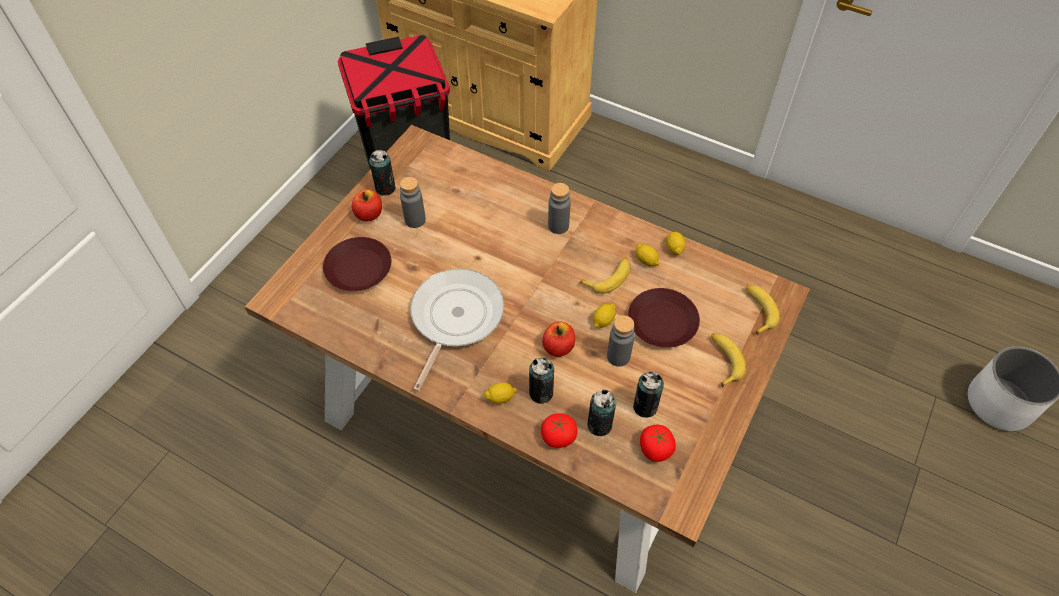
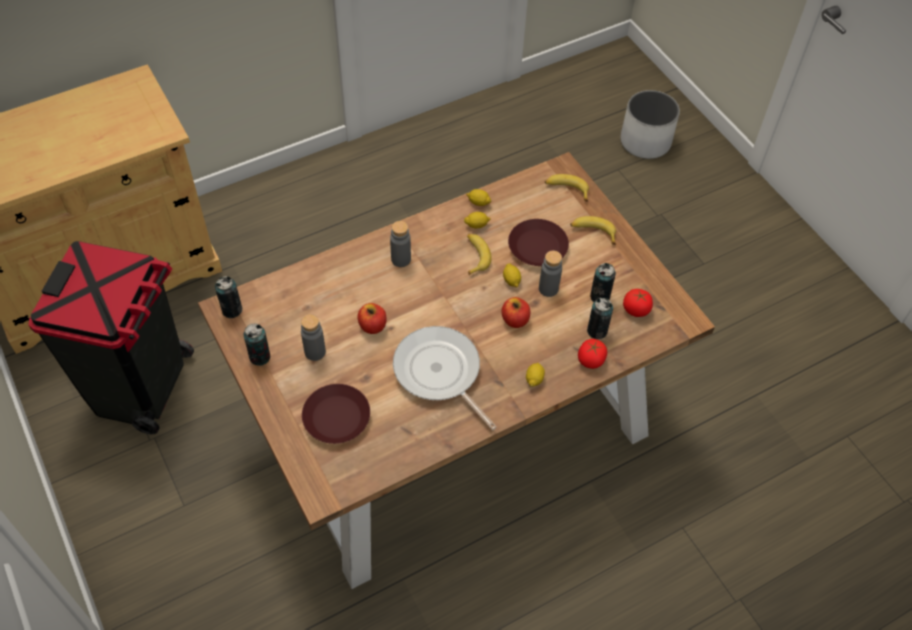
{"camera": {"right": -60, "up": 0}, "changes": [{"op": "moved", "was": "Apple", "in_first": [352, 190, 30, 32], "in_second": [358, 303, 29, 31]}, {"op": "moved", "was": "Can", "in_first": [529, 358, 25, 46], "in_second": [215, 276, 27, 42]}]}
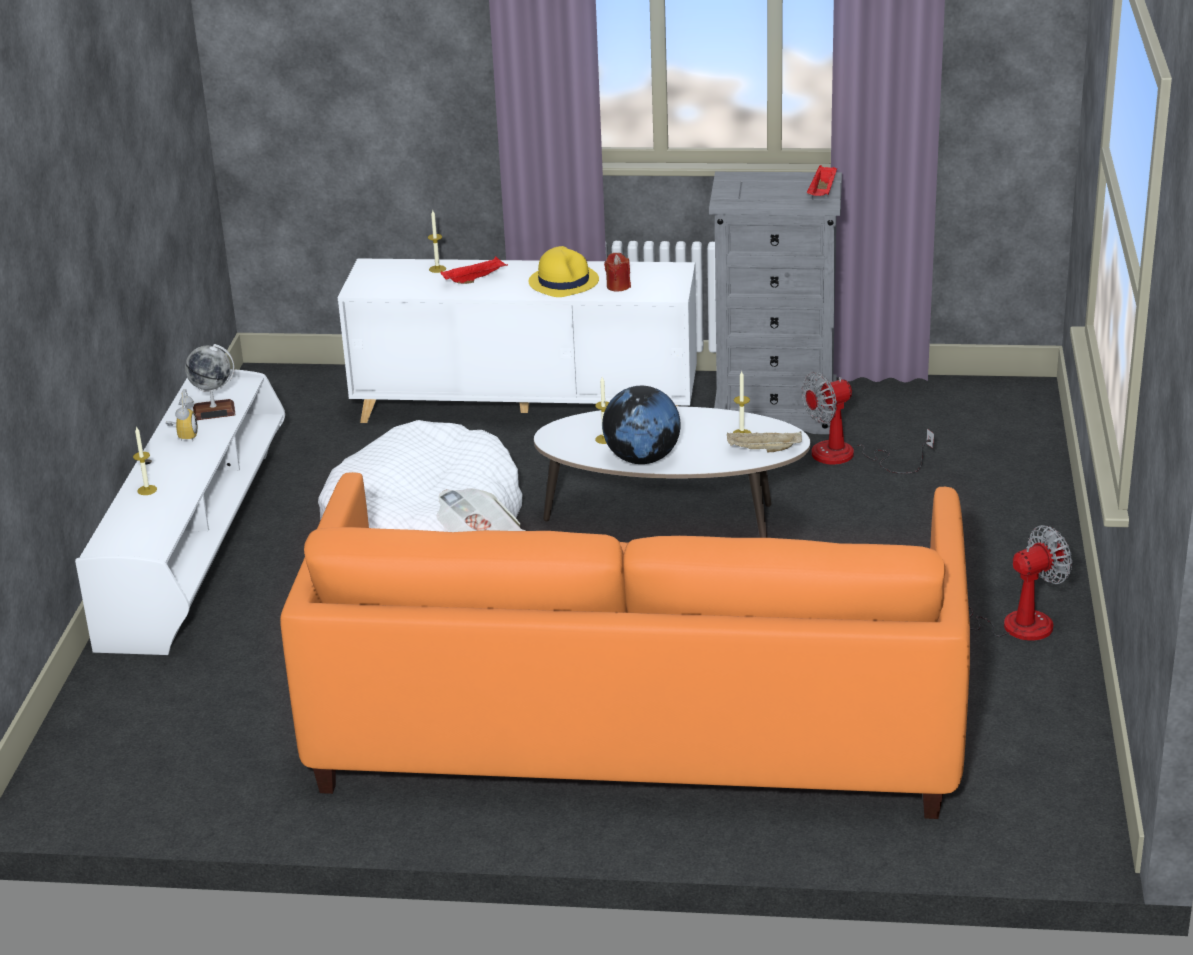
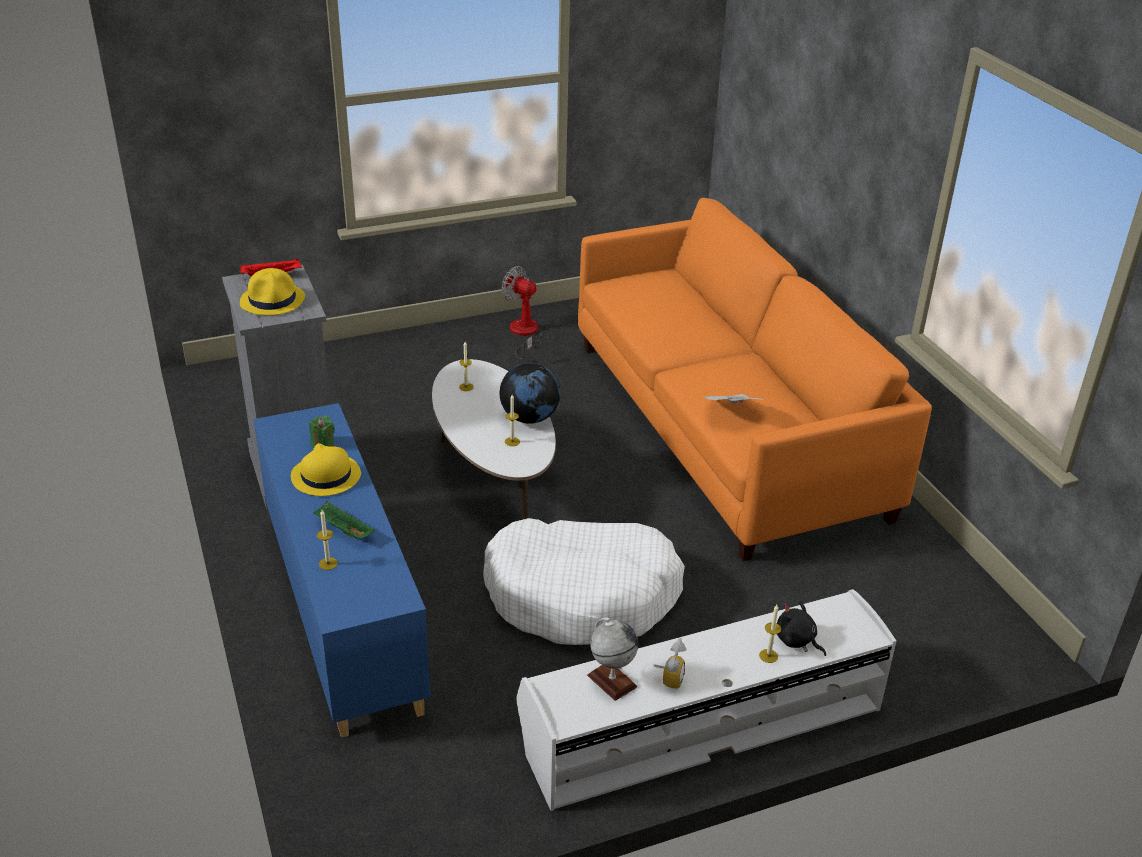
{"camera": {"right": -120, "up": 5}, "changes": [{"op": "recoloured", "was": "RedCandle", "now": "GreenCandle", "in_first": [604, 253, 27, 39], "in_second": [309, 416, 26, 32]}, {"op": "recoloured", "was": "RedTray", "now": "GreenTray", "in_first": [440, 257, 68, 27], "in_second": [313, 501, 62, 38]}, {"op": "recoloured", "was": "WhiteCabinet", "now": "BlueCabinet", "in_first": [338, 258, 359, 165], "in_second": [254, 403, 177, 335]}, {"op": "removed", "was": "Fan", "in_first": [801, 372, 133, 102]}, {"op": "turned", "was": "AlarmClock", "in_first": [166, 389, 32, 52], "in_second": [653, 638, 34, 51], "clockwise": 135}, {"op": "removed", "was": "BeigeTray", "in_first": [727, 431, 75, 21]}, {"op": "added", "now": "YellowHat", "in_second": [240, 268, 65, 47]}, {"op": "added", "now": "BlackPlushToy", "in_second": [777, 601, 49, 55]}]}
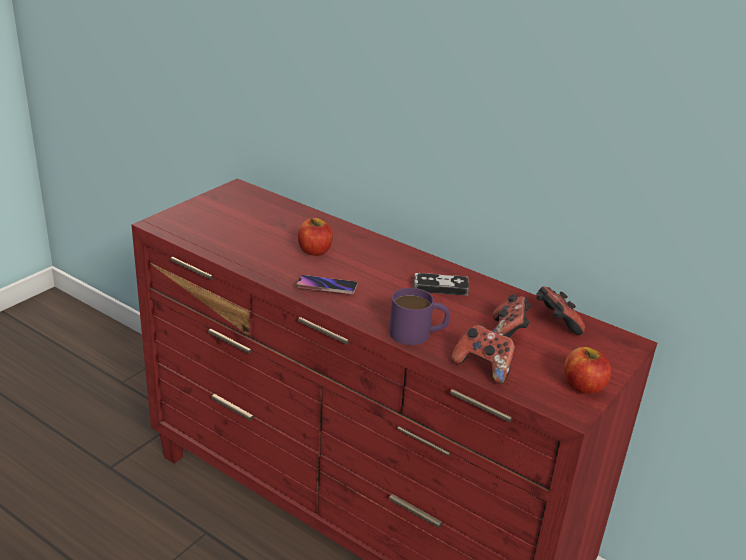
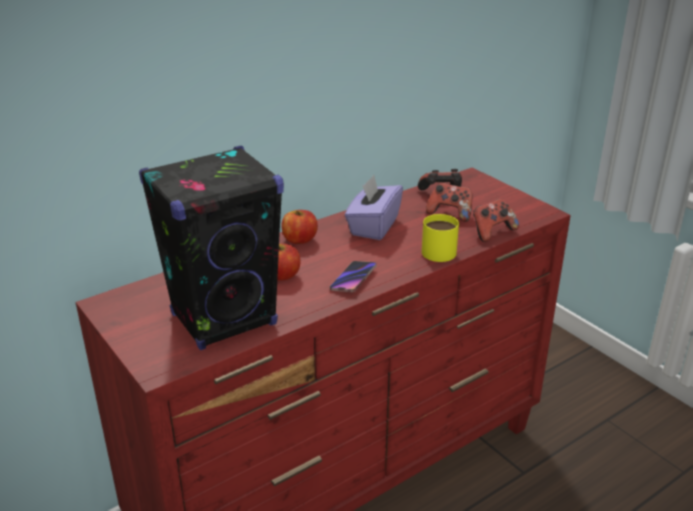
{"camera": {"right": -70, "up": 0}, "changes": [{"op": "replaced", "was": "GameController", "now": "PurpleTissueBox", "in_first": [414, 273, 55, 23], "in_second": [345, 175, 58, 65]}, {"op": "recoloured", "was": "PurpleMug", "now": "YellowMug", "in_first": [389, 288, 61, 57], "in_second": [422, 214, 37, 48]}, {"op": "moved", "was": "Apple", "in_first": [564, 347, 47, 47], "in_second": [281, 210, 37, 34]}, {"op": "added", "now": "BlackSpeaker", "in_second": [139, 146, 145, 204]}]}
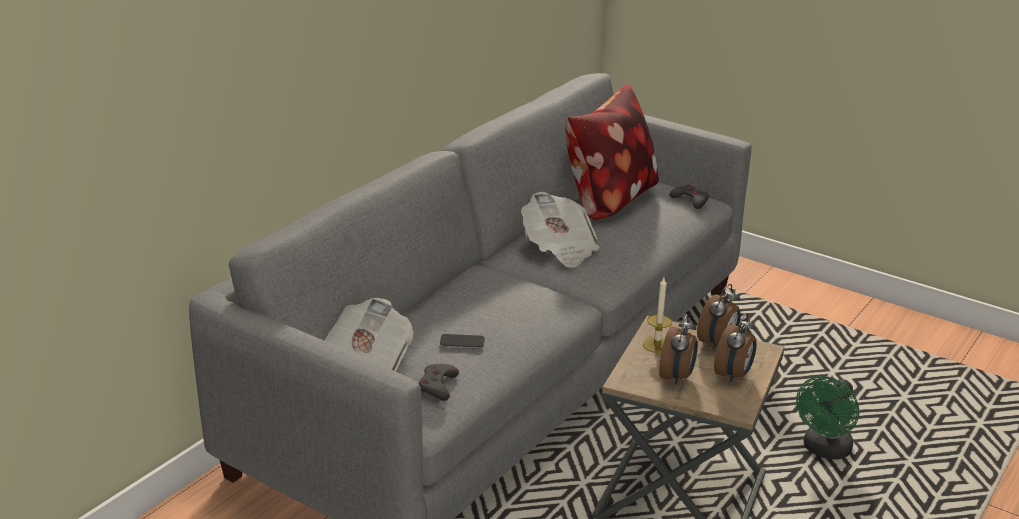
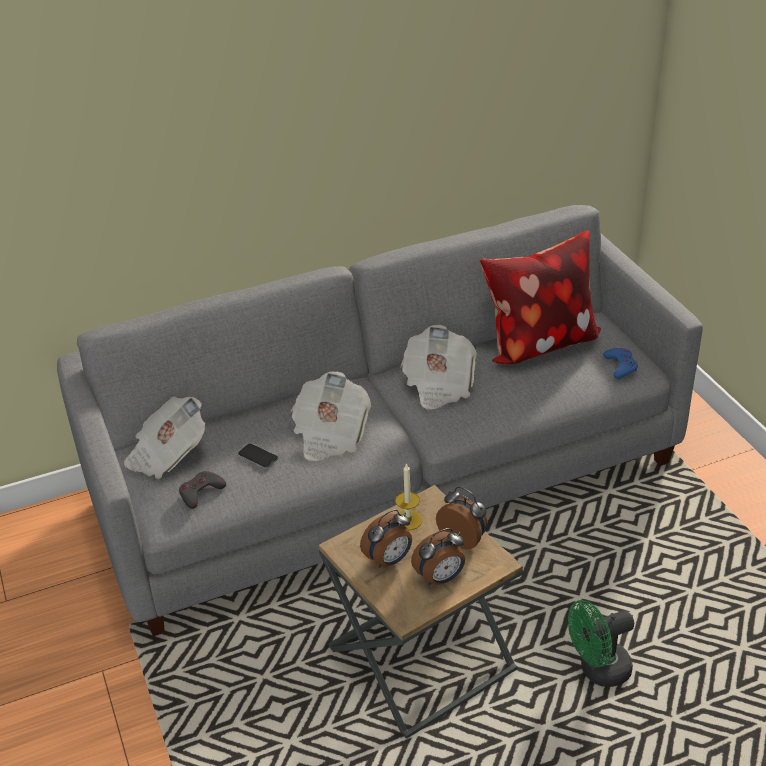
{"camera": {"right": 35, "up": 10}, "changes": [{"op": "recoloured", "was": "GreyGameController", "now": "BlueGameController", "in_first": [669, 185, 40, 24], "in_second": [603, 348, 35, 31]}, {"op": "turned", "was": "AlarmClock", "in_first": [697, 284, 44, 66], "in_second": [436, 487, 51, 63], "clockwise": -120}, {"op": "added", "now": "Newspaper", "in_second": [291, 371, 80, 90]}]}
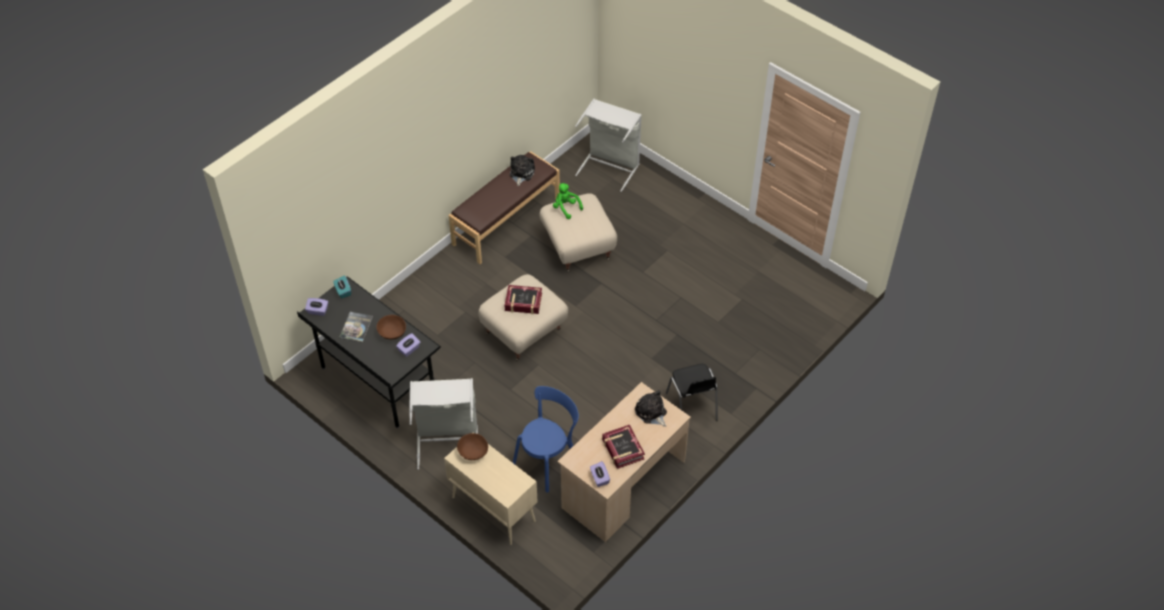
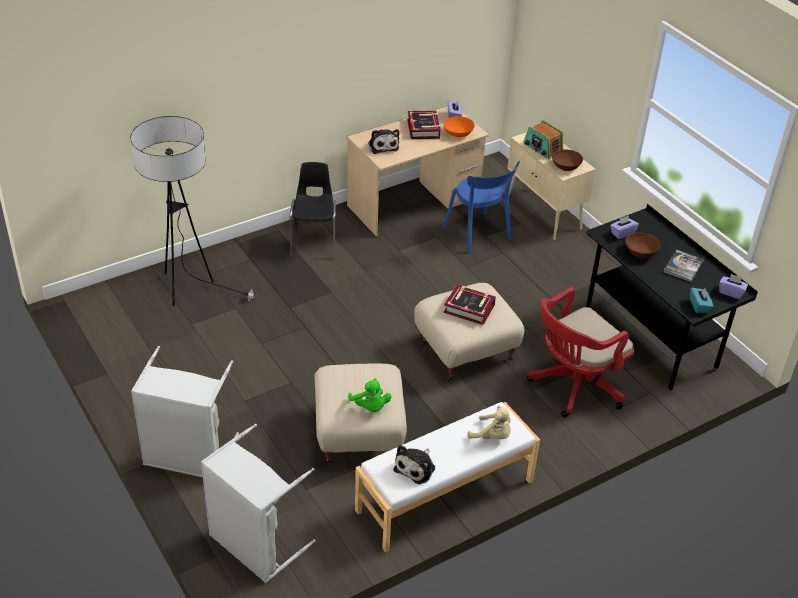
{"camera": {"right": -165, "up": -10}, "changes": [{"op": "recoloured", "was": "BrownBench", "now": "WhiteBench", "in_first": [448, 151, 112, 113], "in_second": [355, 402, 185, 151]}, {"op": "moved", "was": "GreyLaundryBasket", "in_first": [409, 378, 69, 92], "in_second": [131, 346, 108, 131]}, {"op": "turned", "was": "BlueChair", "in_first": [513, 386, 66, 107], "in_second": [443, 161, 77, 93], "clockwise": -90}, {"op": "added", "now": "FloorLamp", "in_second": [131, 116, 126, 190]}, {"op": "added", "now": "OrangeBowl", "in_second": [444, 116, 31, 21]}, {"op": "added", "now": "Radio", "in_second": [523, 120, 40, 39]}, {"op": "added", "now": "RedOfficeChair", "in_second": [527, 287, 107, 131]}, {"op": "added", "now": "BeigePlushToy", "in_second": [468, 406, 43, 33]}]}
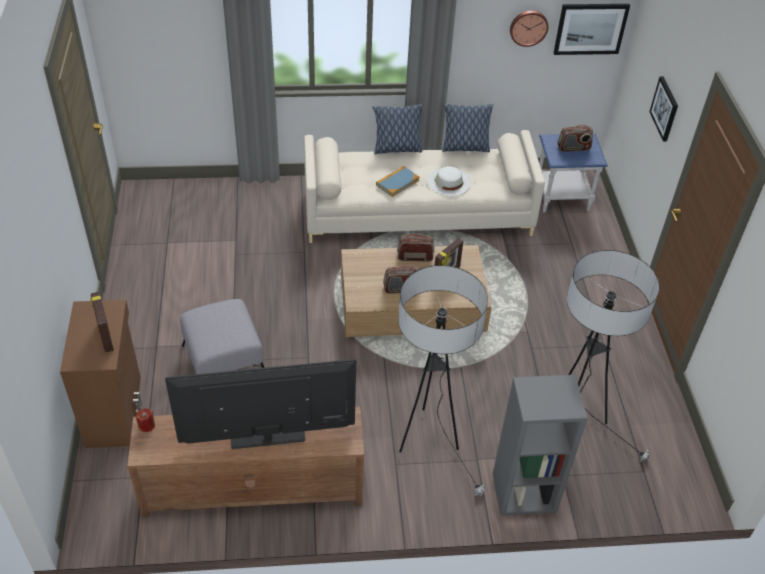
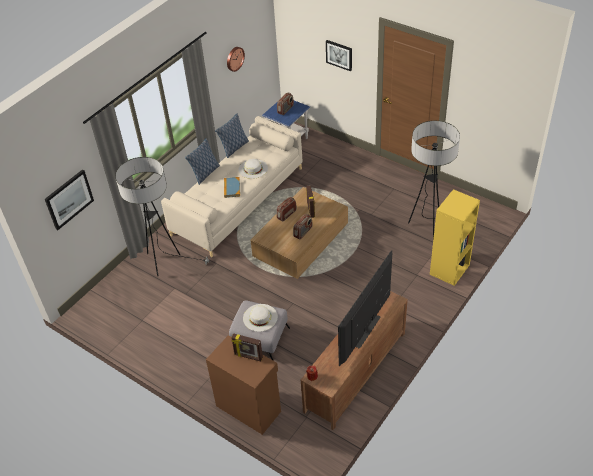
{"camera": {"right": -45, "up": 0}, "changes": [{"op": "moved", "was": "Picture", "in_first": [554, 4, 76, 51], "in_second": [45, 169, 49, 61]}, {"op": "moved", "was": "FloorLamp", "in_first": [399, 265, 89, 232], "in_second": [115, 157, 96, 119]}, {"op": "recoloured", "was": "GreyBookcase", "now": "YellowBookcase", "in_first": [493, 375, 94, 141], "in_second": [430, 189, 50, 97]}, {"op": "added", "now": "WhiteHat", "in_second": [243, 304, 35, 28]}]}
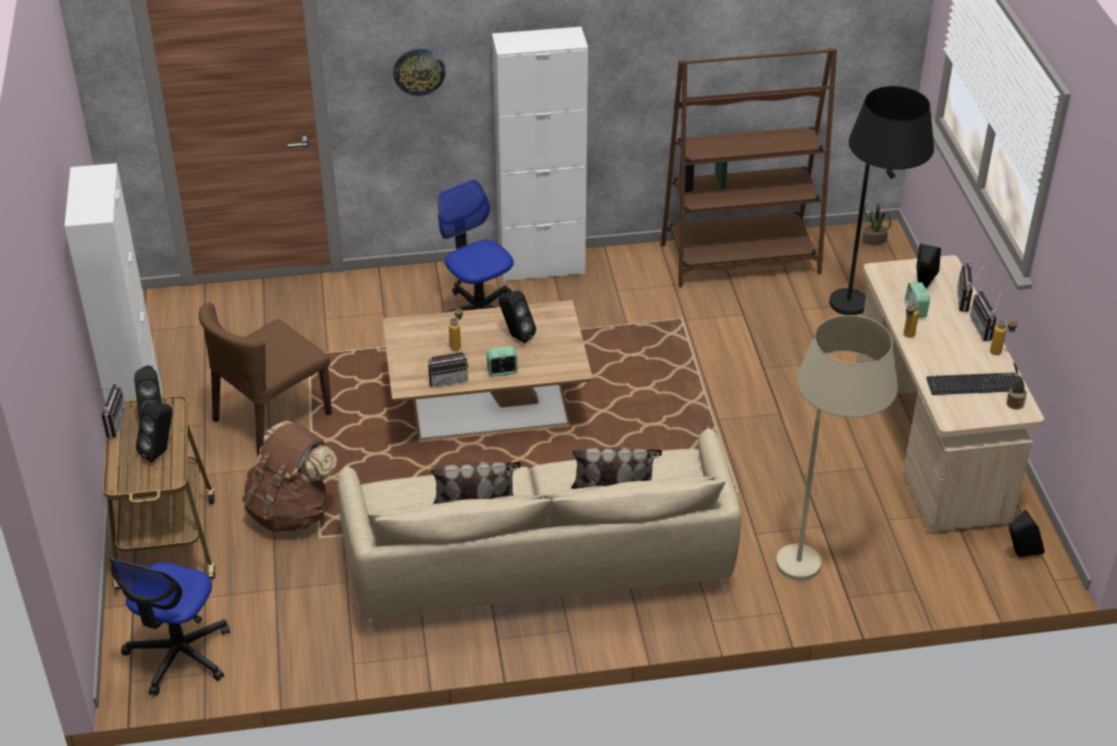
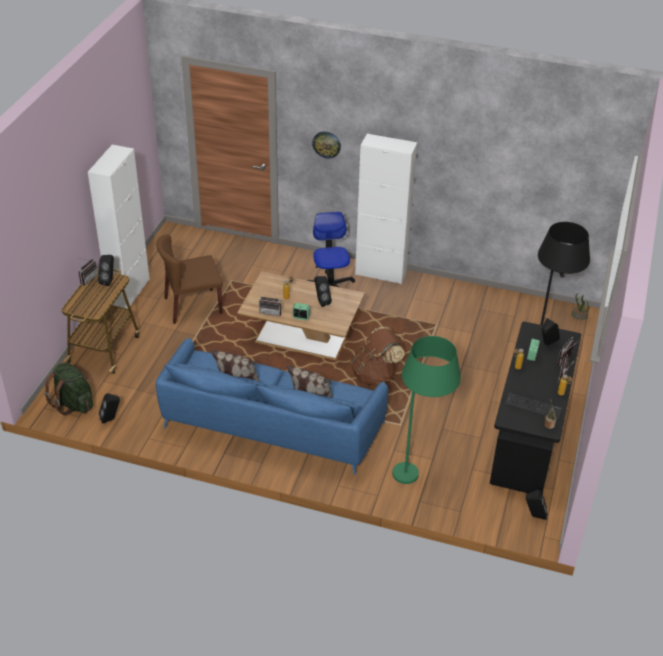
{"camera": {"right": 25, "up": 0}, "changes": [{"op": "removed", "was": "BrownBookcase", "in_first": [661, 48, 176, 239]}, {"op": "recoloured", "was": "BeigeDesk", "now": "BlackDesk", "in_first": [856, 255, 188, 277], "in_second": [490, 322, 91, 172]}, {"op": "recoloured", "was": "BeigeFloorLamp", "now": "GreenFloorLamp", "in_first": [776, 315, 122, 266], "in_second": [392, 336, 69, 148]}, {"op": "moved", "was": "BlackSpeaker", "in_first": [136, 403, 37, 60], "in_second": [99, 393, 21, 31]}, {"op": "moved", "was": "BrownBackpack", "in_first": [242, 420, 95, 112], "in_second": [351, 327, 54, 59]}, {"op": "recoloured", "was": "BeigeSofa", "now": "BlueSofa", "in_first": [338, 426, 403, 211], "in_second": [156, 337, 232, 138]}, {"op": "replaced", "was": "OfficeChair", "now": "GreenBackpack", "in_first": [109, 558, 121, 138], "in_second": [44, 363, 49, 52]}]}
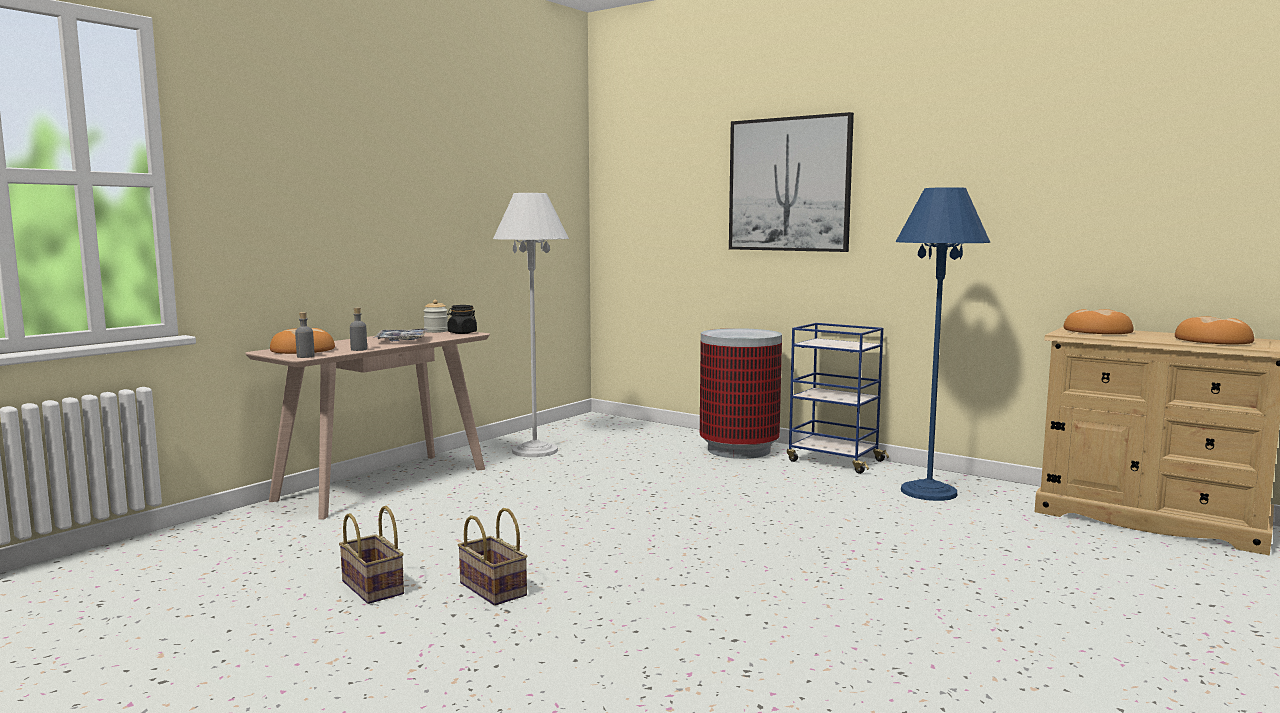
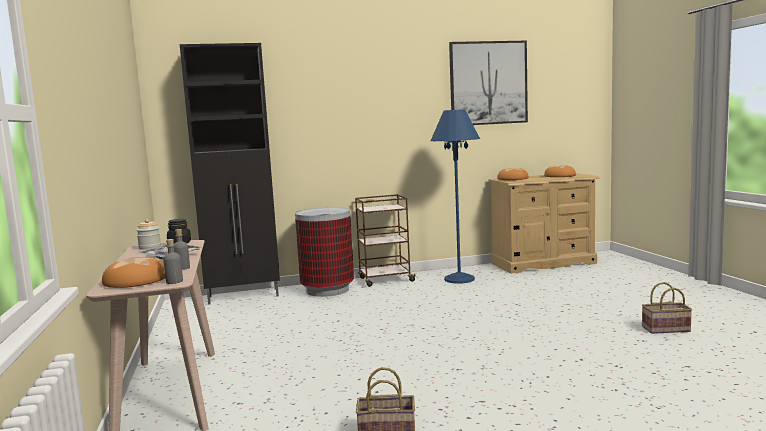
{"camera": {"right": -50, "up": 0}, "changes": [{"op": "moved", "was": "Picture", "in_first": [729, 112, 125, 140], "in_second": [449, 41, 79, 84]}, {"op": "removed", "was": "WhiteFloorLamp", "in_first": [493, 193, 76, 264]}, {"op": "recoloured", "was": "BlueCart", "now": "BrownCart", "in_first": [787, 323, 102, 151], "in_second": [355, 194, 62, 93]}, {"op": "moved", "was": "Basket", "in_first": [458, 508, 70, 98], "in_second": [642, 282, 50, 52]}, {"op": "added", "now": "BlackCabinet", "in_second": [180, 43, 100, 262]}]}
